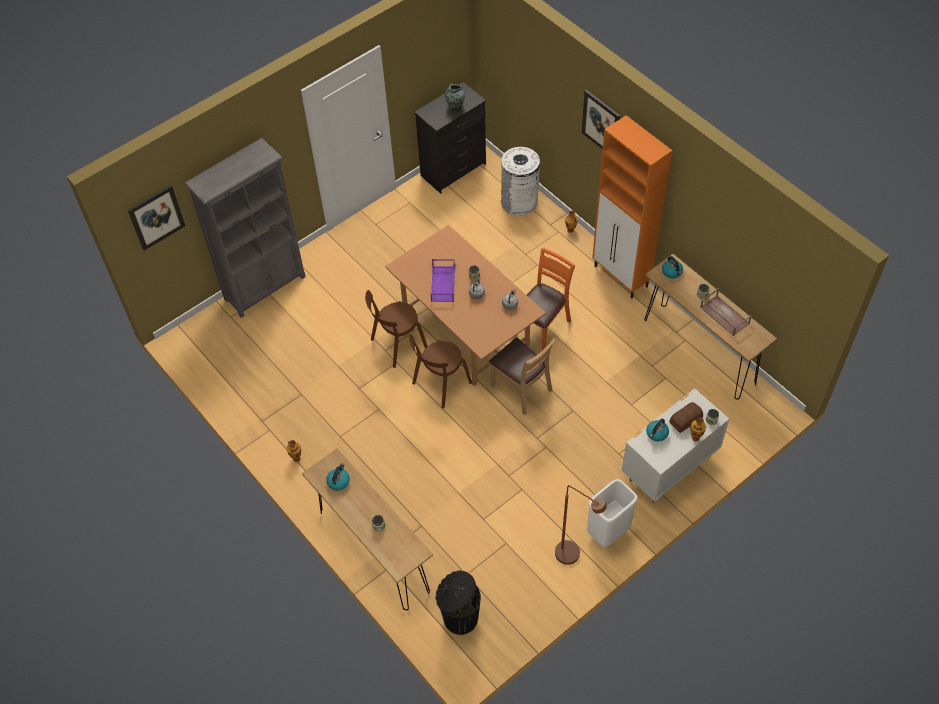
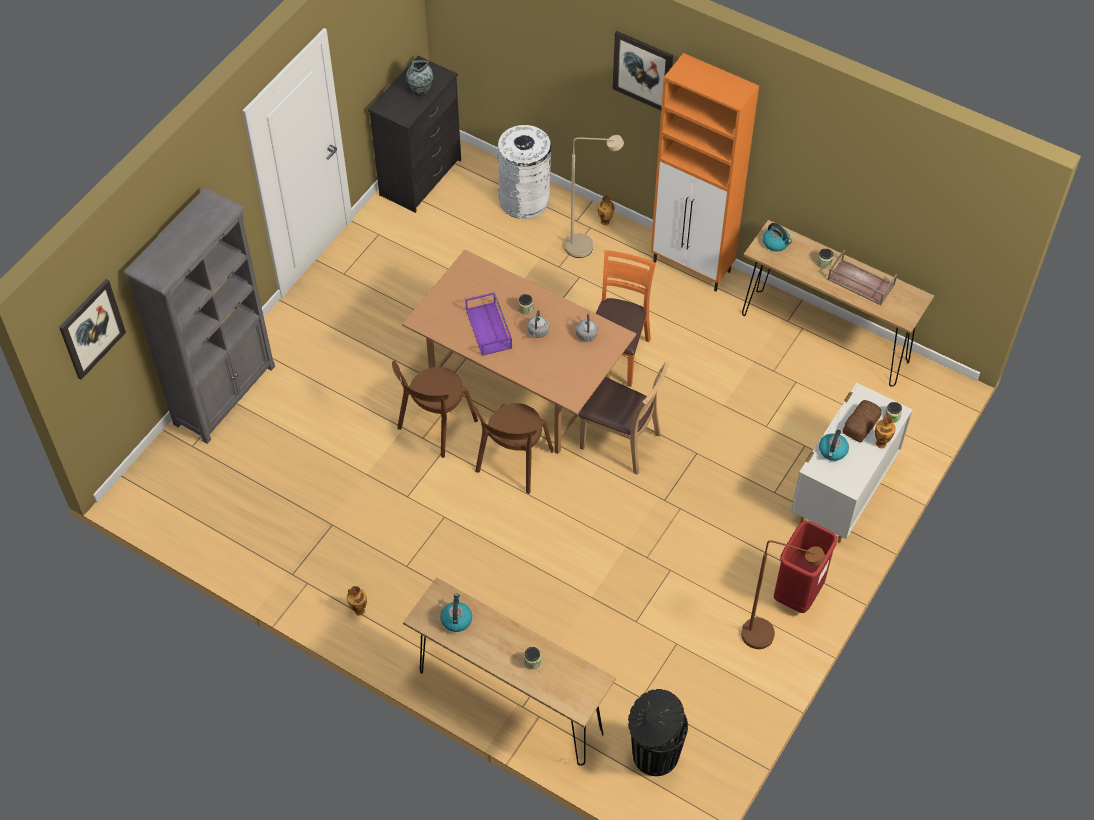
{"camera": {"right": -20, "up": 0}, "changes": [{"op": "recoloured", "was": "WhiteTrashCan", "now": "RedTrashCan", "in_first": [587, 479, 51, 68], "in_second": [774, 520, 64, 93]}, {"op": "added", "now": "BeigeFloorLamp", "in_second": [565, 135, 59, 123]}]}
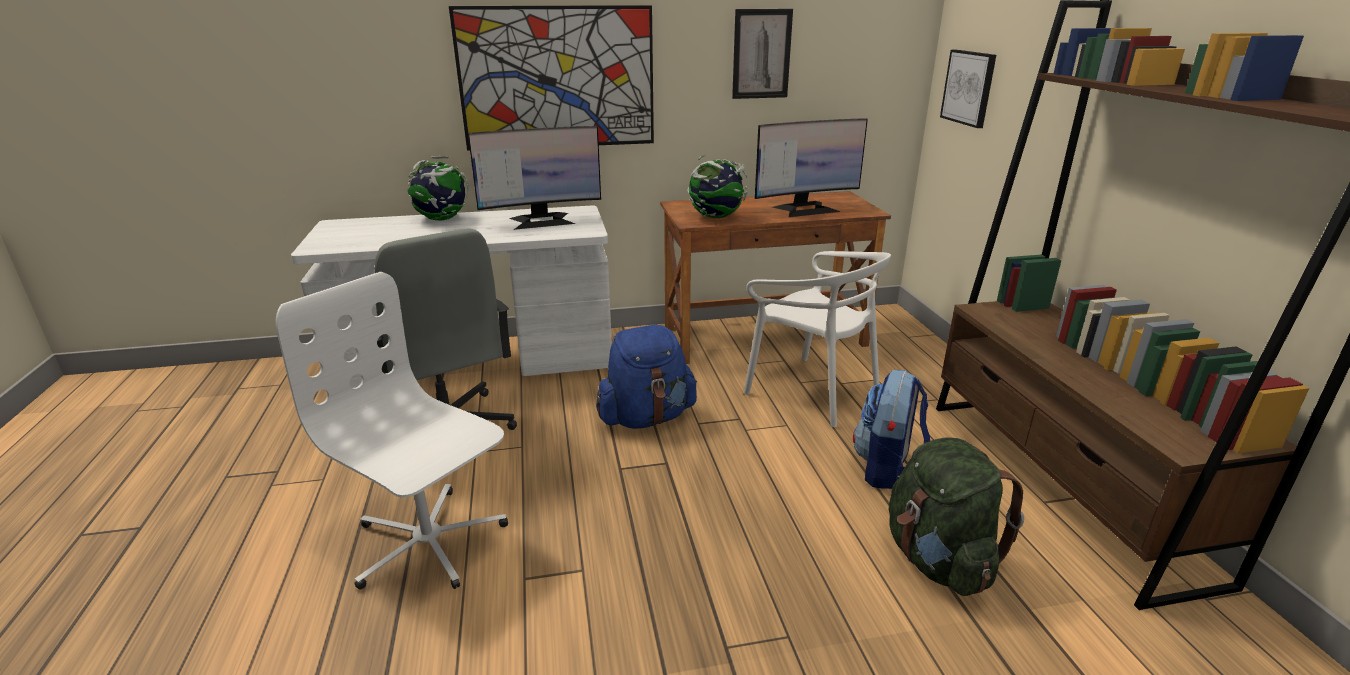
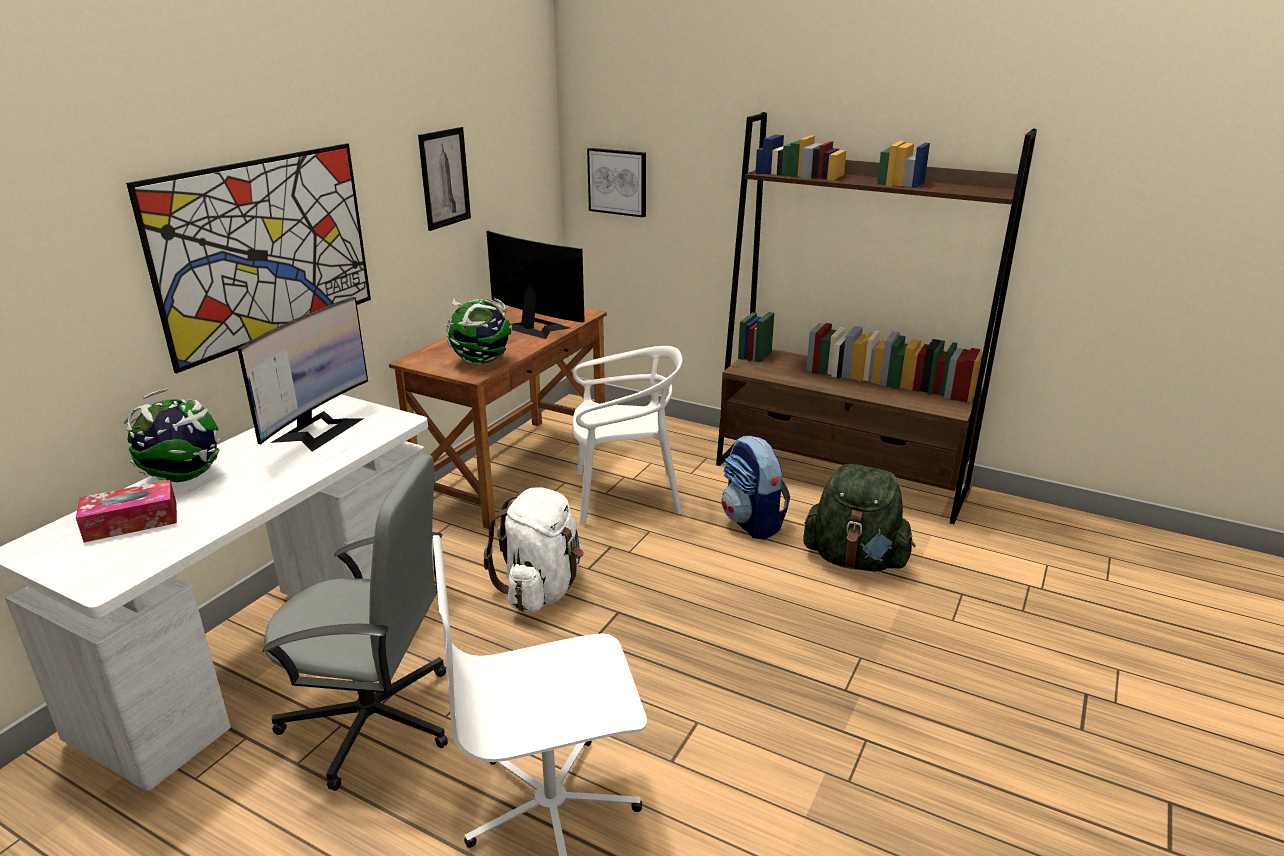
{"camera": {"right": -50, "up": 0}, "changes": [{"op": "turned", "was": "Monitor", "in_first": [755, 118, 113, 99], "in_second": [486, 231, 99, 108], "clockwise": -75}, {"op": "recoloured", "was": "BlueBackpack", "now": "WhiteBackpack", "in_first": [596, 325, 101, 104], "in_second": [484, 487, 100, 125]}, {"op": "added", "now": "TissueBox", "in_second": [76, 480, 101, 62]}]}
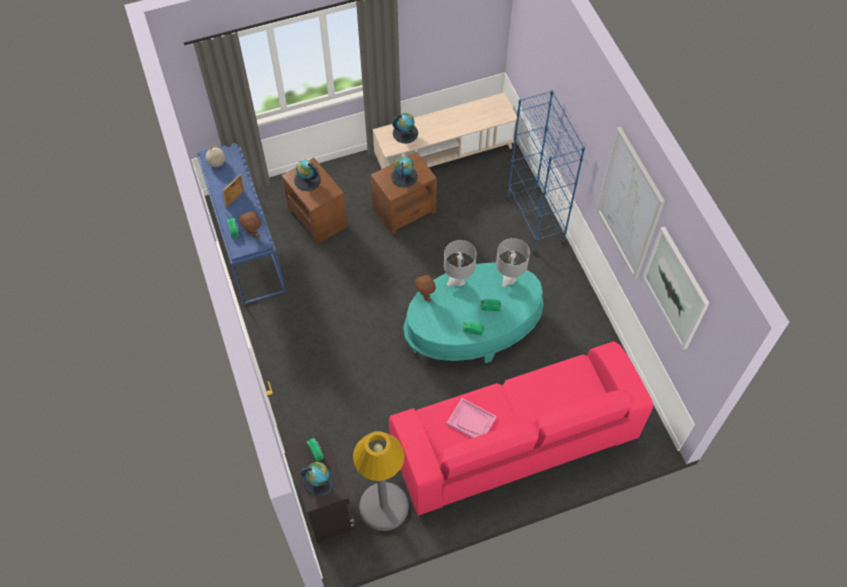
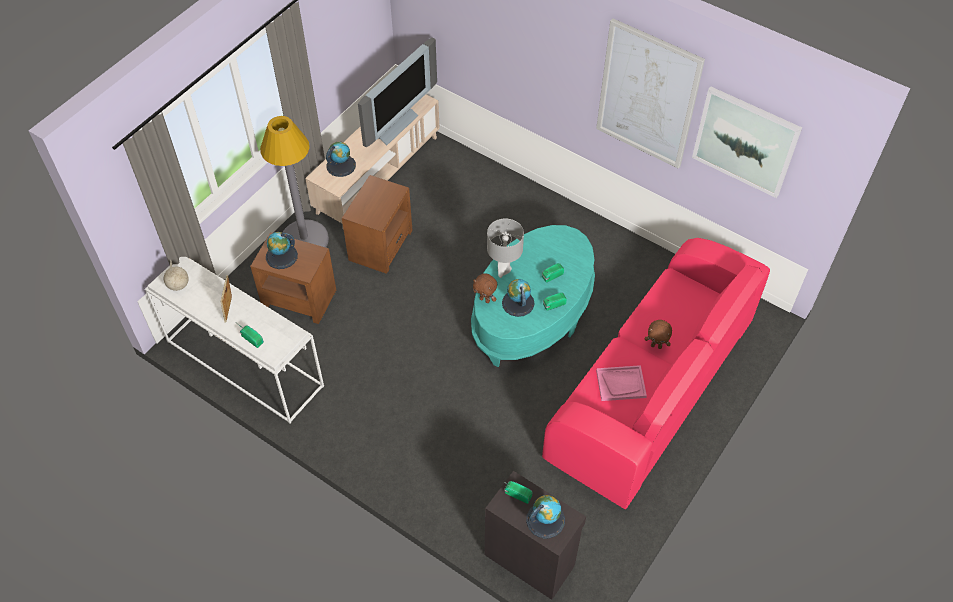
{"camera": {"right": -35, "up": -5}, "changes": [{"op": "removed", "was": "BlueBookcase", "in_first": [507, 90, 78, 164]}, {"op": "recoloured", "was": "BlueConsoleTable", "now": "WhiteConsoleTable", "in_first": [196, 143, 90, 162], "in_second": [145, 257, 179, 166]}, {"op": "moved", "was": "Globe", "in_first": [391, 156, 27, 32], "in_second": [502, 279, 32, 38]}, {"op": "moved", "was": "BrownPlushToy", "in_first": [239, 211, 22, 27], "in_second": [645, 320, 27, 29]}, {"op": "removed", "was": "GreyTableLamp", "in_first": [496, 238, 34, 49]}, {"op": "moved", "was": "GreyFloorLamp", "in_first": [353, 431, 56, 100], "in_second": [260, 116, 69, 131]}, {"op": "added", "now": "Television", "in_second": [358, 38, 79, 110]}]}
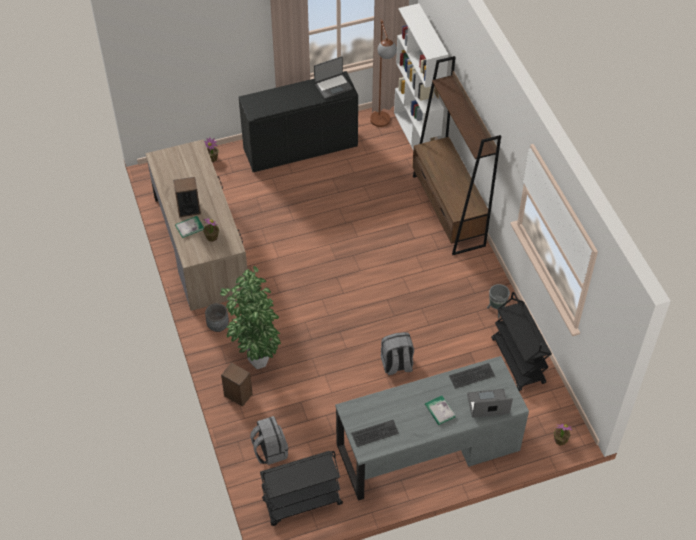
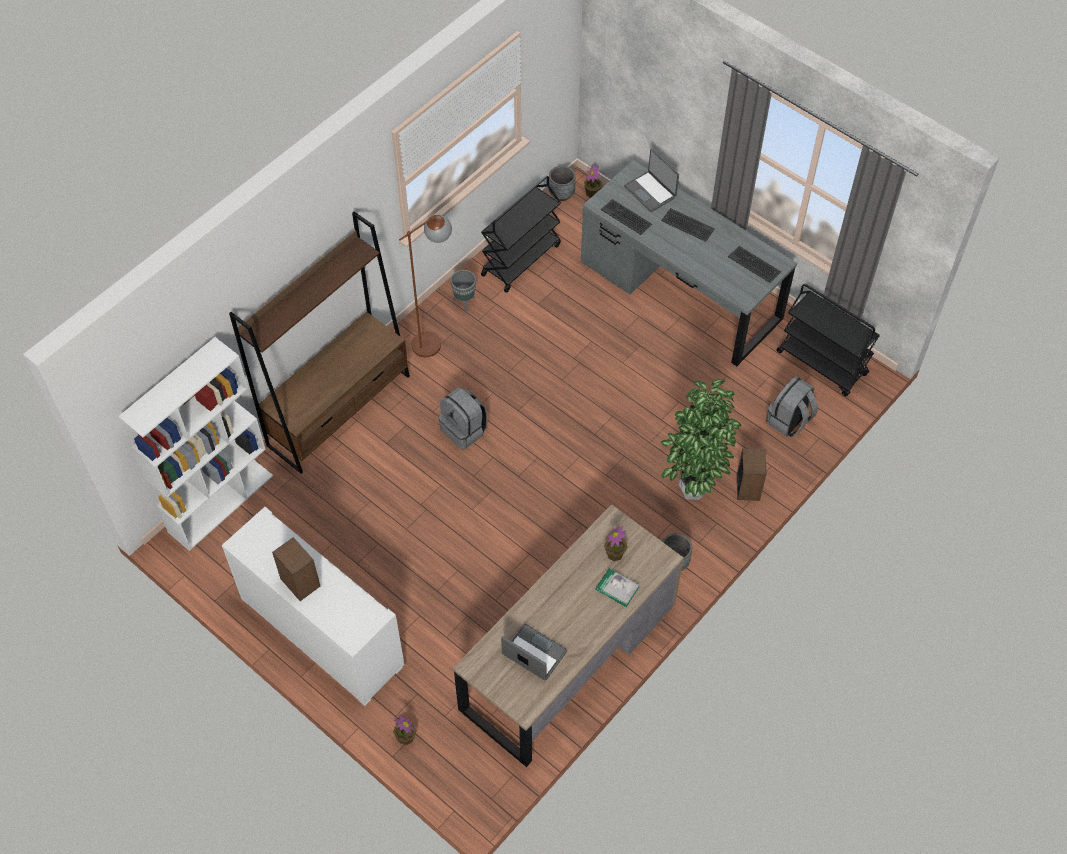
{"camera": {"right": -120, "up": 5}, "changes": [{"op": "moved", "was": "BrownFloorLamp", "in_first": [370, 19, 27, 108], "in_second": [399, 215, 53, 142]}, {"op": "moved", "was": "Laptop", "in_first": [314, 56, 39, 43], "in_second": [501, 623, 66, 57]}, {"op": "recoloured", "was": "BlackCabinet", "now": "WhiteCabinet", "in_first": [238, 71, 120, 101], "in_second": [222, 507, 183, 199]}, {"op": "moved", "was": "Speaker", "in_first": [173, 177, 28, 40], "in_second": [272, 537, 48, 64]}, {"op": "moved", "was": "GreyBackpack", "in_first": [380, 332, 34, 43], "in_second": [439, 387, 49, 63]}, {"op": "replaced", "was": "Book", "now": "Keyboard", "in_first": [425, 396, 31, 29], "in_second": [661, 208, 54, 34]}, {"op": "added", "now": "GreyPlanter", "in_second": [549, 166, 27, 35]}]}
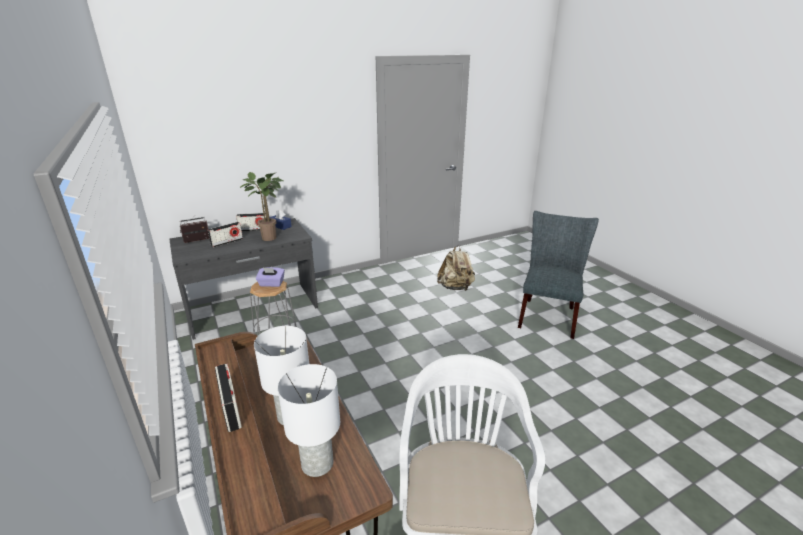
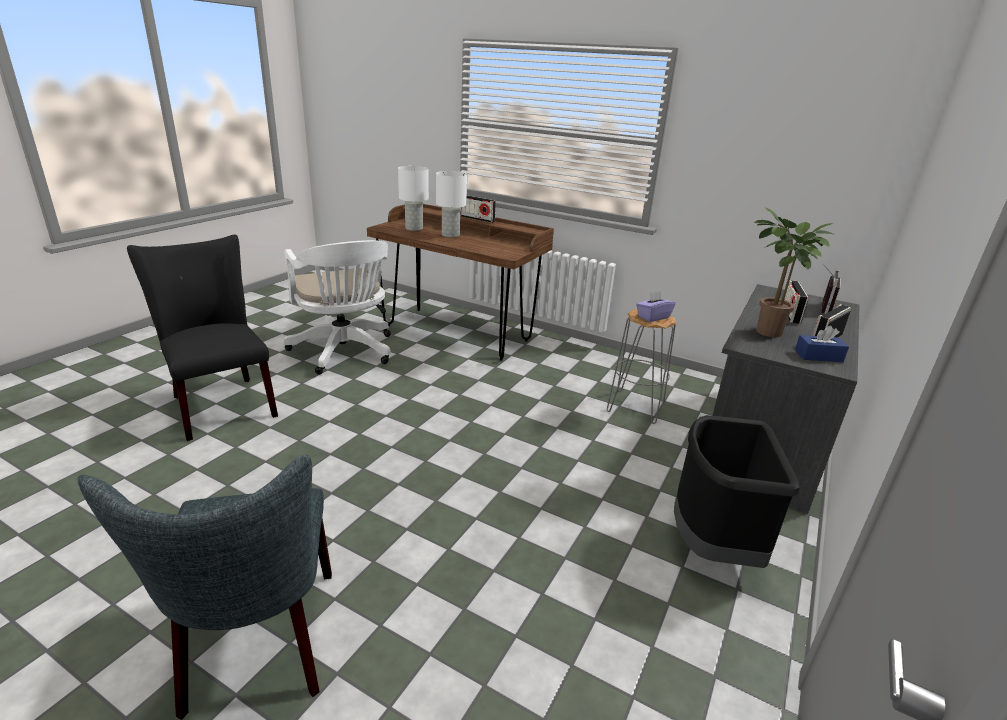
{"camera": {"right": 145, "up": 0}, "changes": [{"op": "removed", "was": "BeigeBackpack", "in_first": [437, 245, 38, 46]}, {"op": "added", "now": "BlackChair", "in_second": [127, 234, 151, 207]}, {"op": "added", "now": "BlackTrashCan", "in_second": [674, 415, 126, 153]}]}
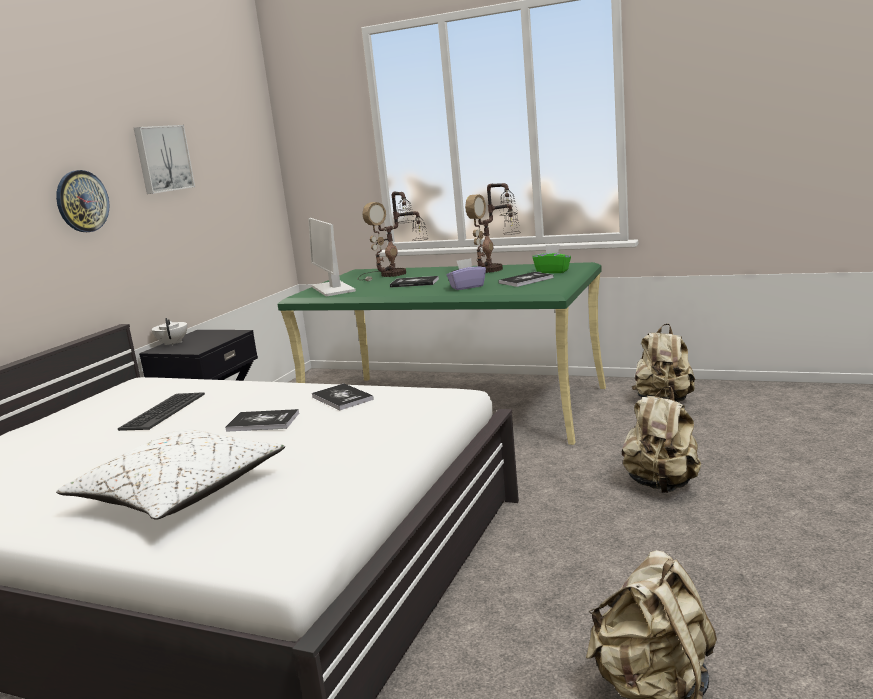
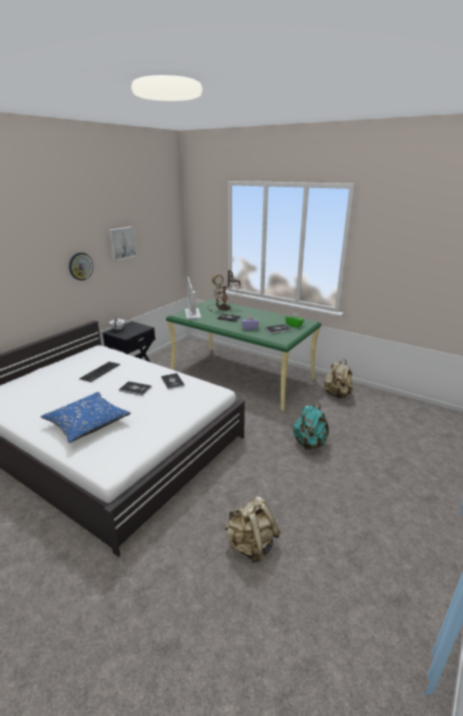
{"camera": {"right": 10, "up": 10}, "changes": [{"op": "removed", "was": "TableLamp", "in_first": [452, 183, 69, 90]}, {"op": "recoloured", "was": "BeigeBackpack", "now": "TurquoiseBackpack", "in_first": [622, 386, 79, 107], "in_second": [293, 403, 36, 47]}, {"op": "recoloured", "was": "WhitePillow", "now": "BluePillow", "in_first": [56, 429, 229, 91], "in_second": [41, 392, 90, 51]}]}
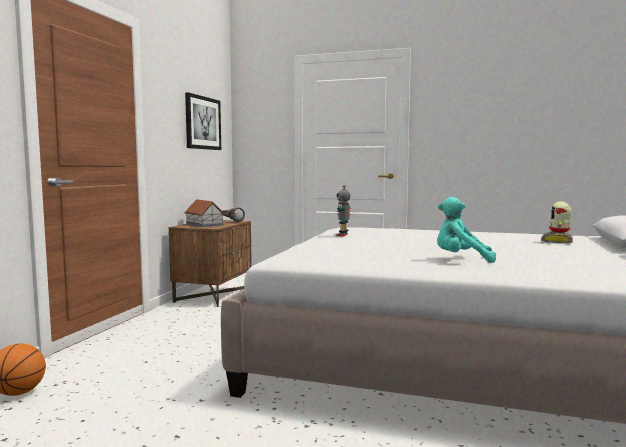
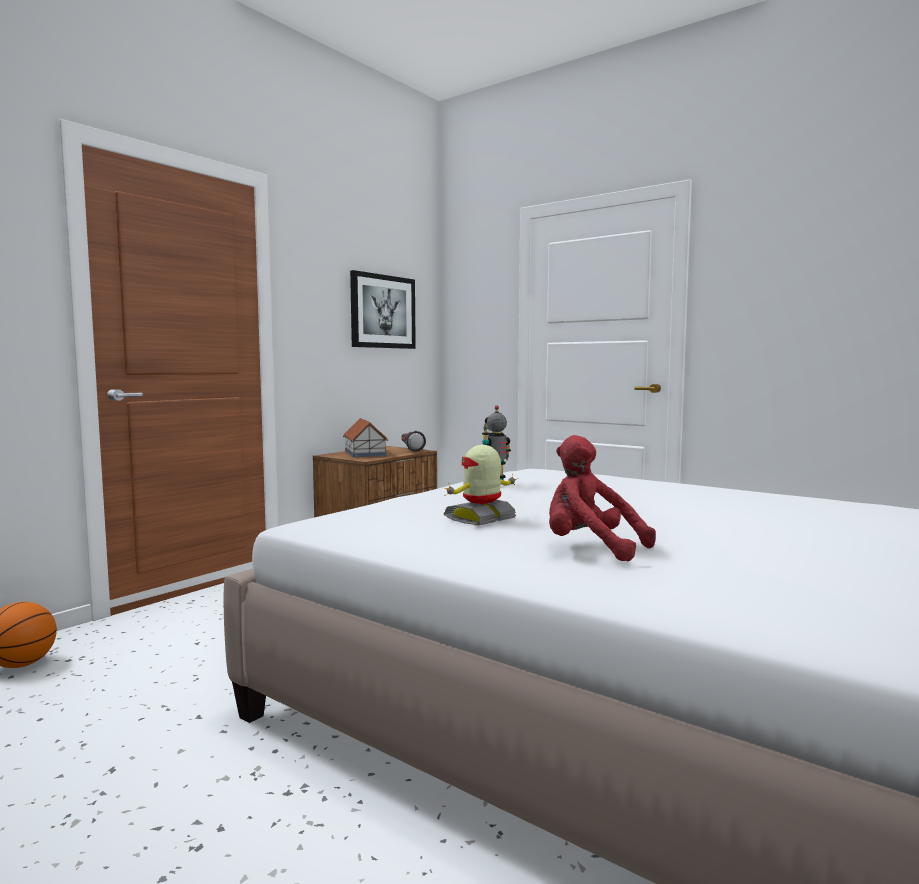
{"camera": {"right": 20, "up": 0}, "changes": [{"op": "recoloured", "was": "TurquoisePlushToy", "now": "RedPlushToy", "in_first": [437, 197, 59, 66], "in_second": [549, 435, 107, 127]}, {"op": "moved", "was": "ToyRobot", "in_first": [541, 201, 32, 42], "in_second": [444, 445, 75, 80]}]}
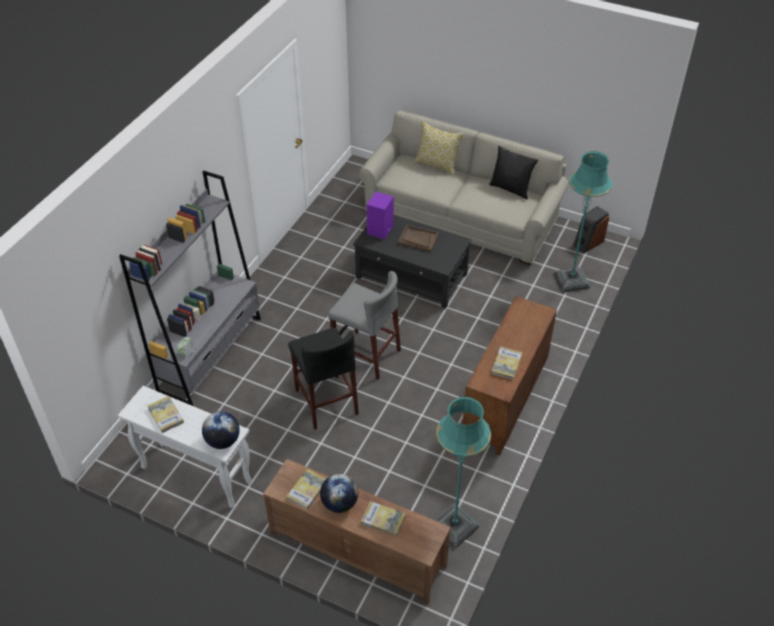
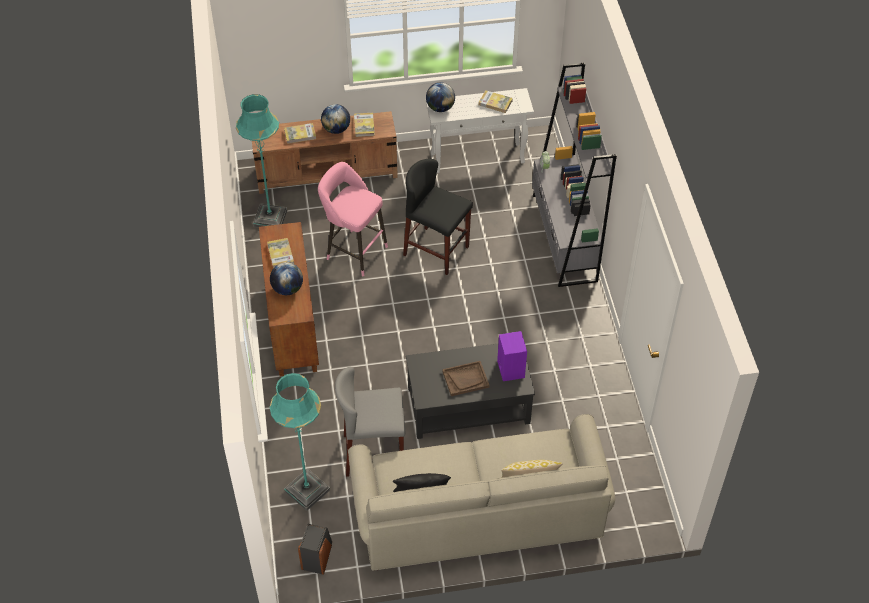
{"camera": {"right": 145, "up": 5}, "changes": [{"op": "moved", "was": "GreyStool", "in_first": [328, 271, 73, 109], "in_second": [335, 367, 70, 110]}, {"op": "added", "now": "PinkStool", "in_second": [318, 162, 70, 115]}, {"op": "added", "now": "Globe", "in_second": [270, 262, 33, 33]}]}
